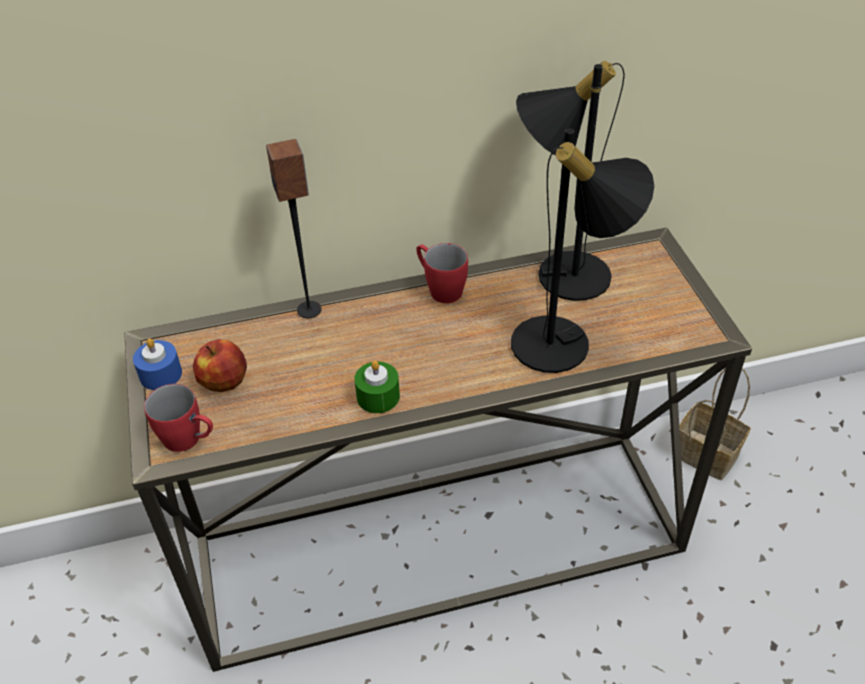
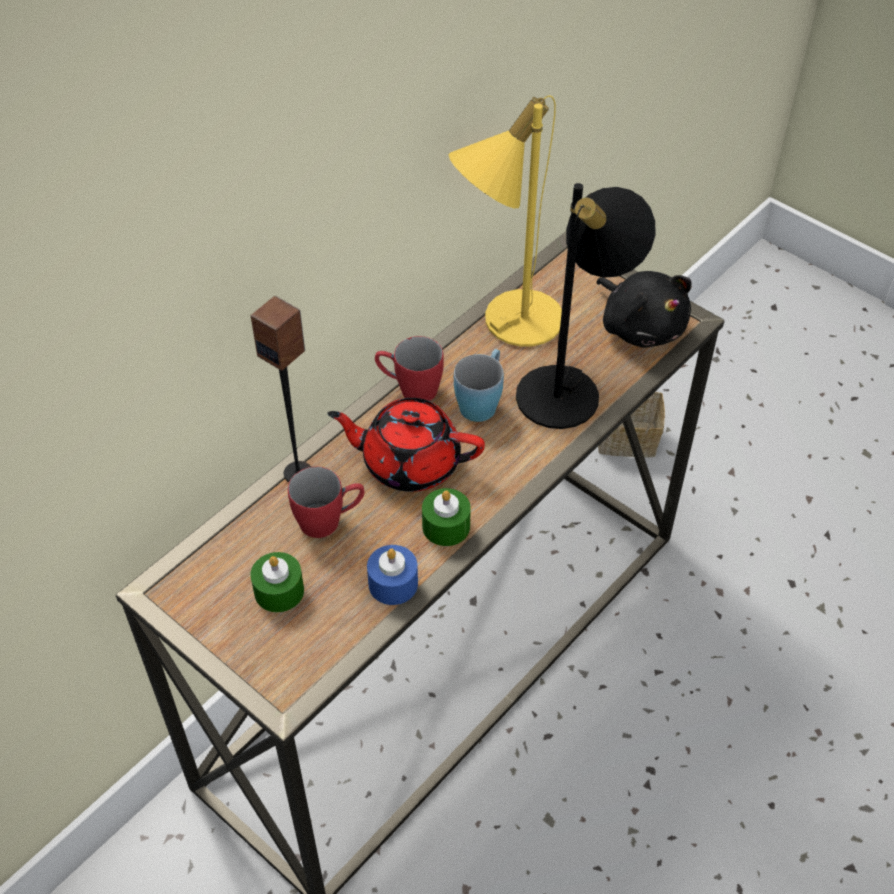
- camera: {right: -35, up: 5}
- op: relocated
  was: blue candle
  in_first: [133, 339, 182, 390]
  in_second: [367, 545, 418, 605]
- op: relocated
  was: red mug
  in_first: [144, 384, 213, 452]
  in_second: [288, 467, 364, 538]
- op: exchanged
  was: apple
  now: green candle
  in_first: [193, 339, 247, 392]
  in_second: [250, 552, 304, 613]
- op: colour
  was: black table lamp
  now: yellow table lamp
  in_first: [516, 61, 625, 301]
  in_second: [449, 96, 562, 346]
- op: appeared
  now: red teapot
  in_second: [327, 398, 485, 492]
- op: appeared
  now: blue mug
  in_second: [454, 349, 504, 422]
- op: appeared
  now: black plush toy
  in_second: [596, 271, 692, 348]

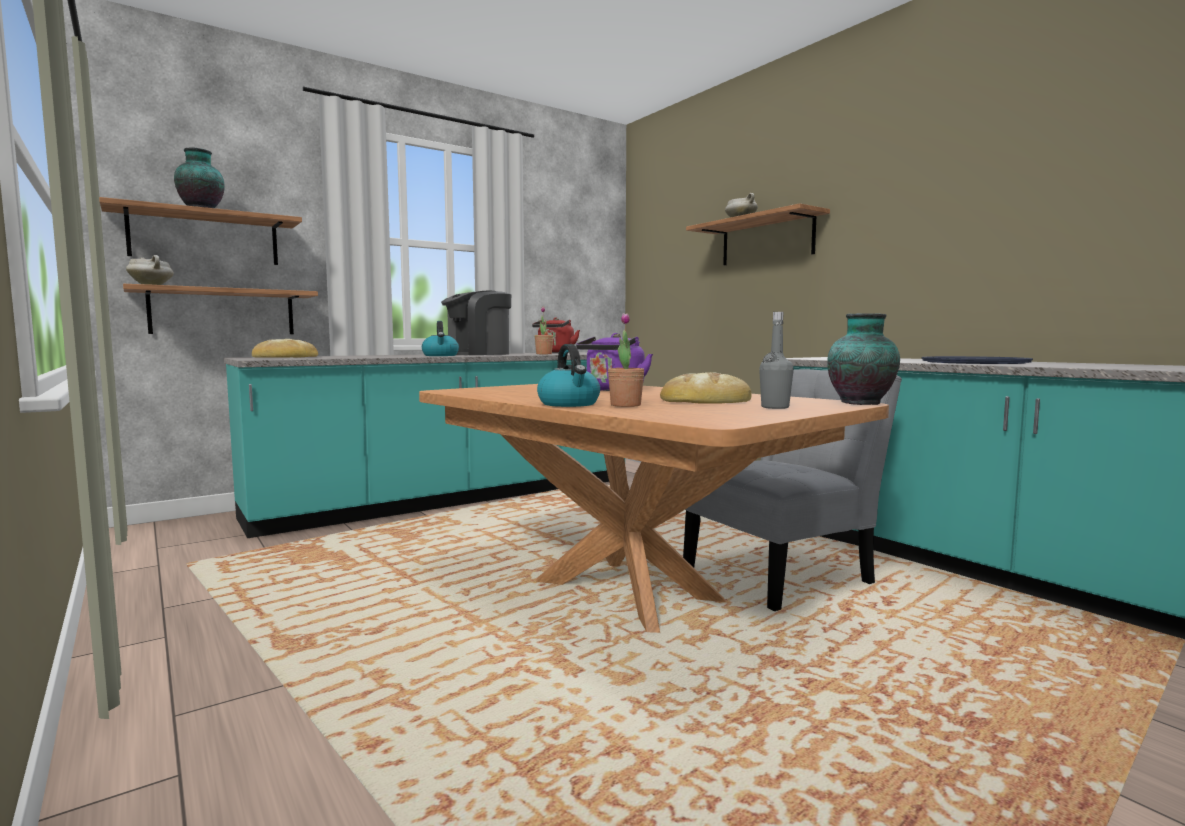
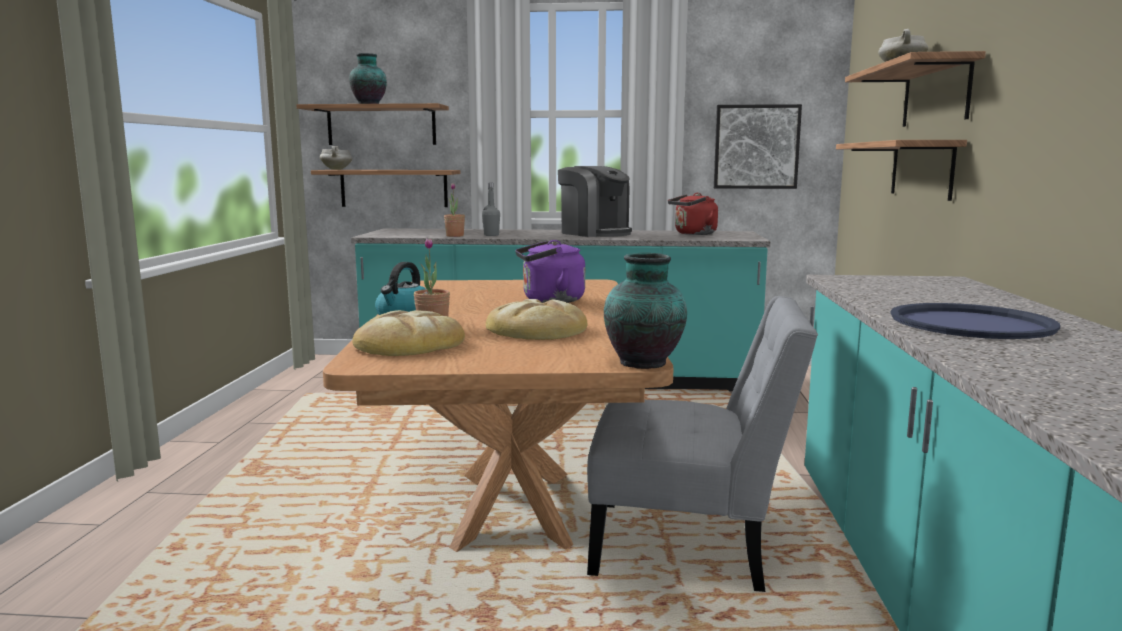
- camera: {right: 40, up: 5}
- op: relocated
  was: bread
  in_first: [252, 339, 318, 358]
  in_second: [352, 310, 465, 356]
- op: missing
  was: kettle
  in_first: [422, 321, 459, 356]
- op: spun
  was: coffee machine
  in_first: [441, 291, 511, 355]
  in_second: [558, 166, 632, 237]
  clockwise: -135
- op: relocated
  was: potted plant
  in_first: [535, 307, 553, 354]
  in_second: [444, 183, 465, 237]
- op: relocated
  was: grey bottle
  in_first: [759, 312, 794, 409]
  in_second: [482, 183, 500, 236]
- op: appeared
  now: picture
  in_second: [714, 104, 802, 189]
- op: appeared
  now: shelf
  in_second: [836, 140, 967, 201]

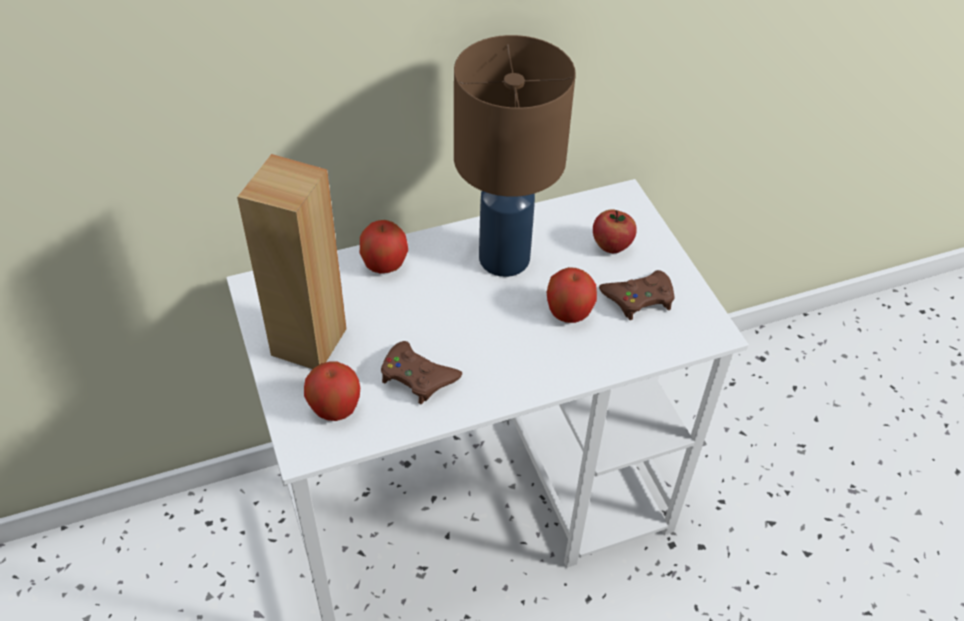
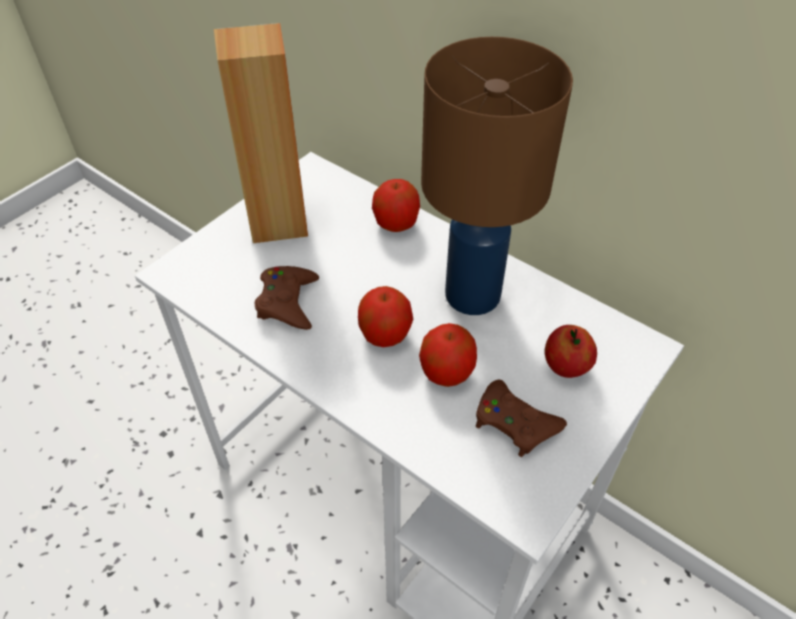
- camera: {right: 60, up: 0}
- op: relocated
  was: apple
  in_first: [304, 362, 360, 421]
  in_second: [358, 286, 414, 347]

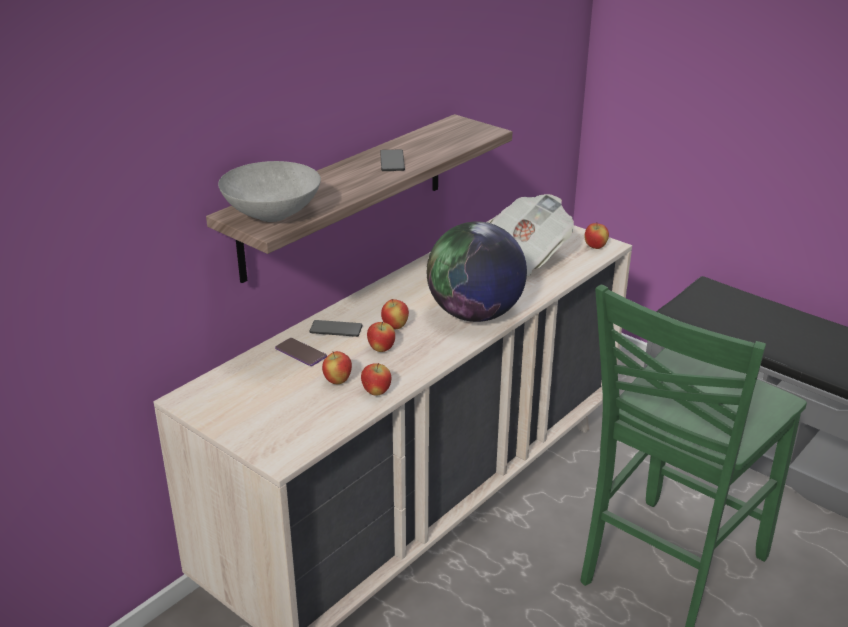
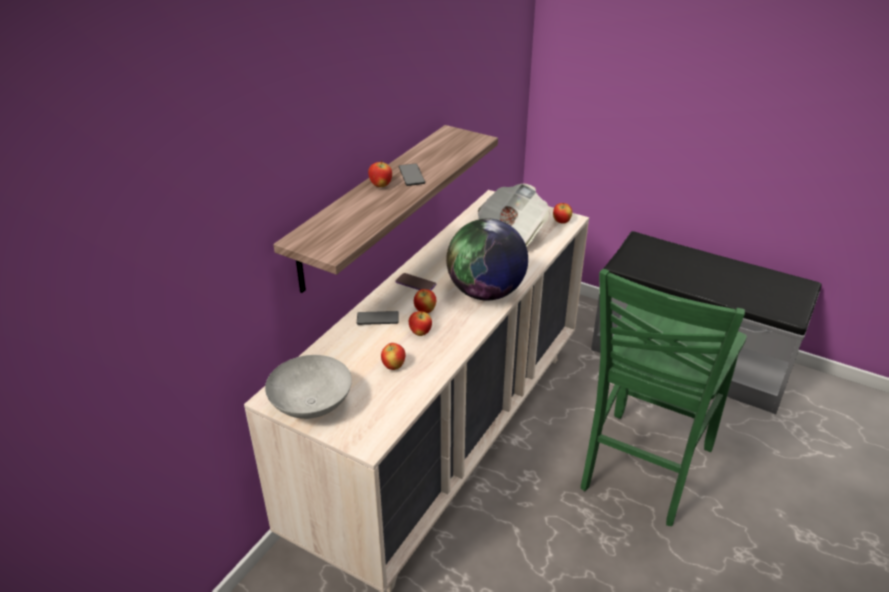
- camera: {right: -10, up: 5}
- op: relocated
  was: grey bowl
  in_first: [218, 161, 321, 222]
  in_second: [265, 355, 352, 419]
- op: relocated
  was: phone
  in_first: [275, 338, 327, 366]
  in_second: [395, 273, 437, 290]
- op: relocated
  was: apple
  in_first: [361, 363, 391, 396]
  in_second: [368, 160, 392, 187]

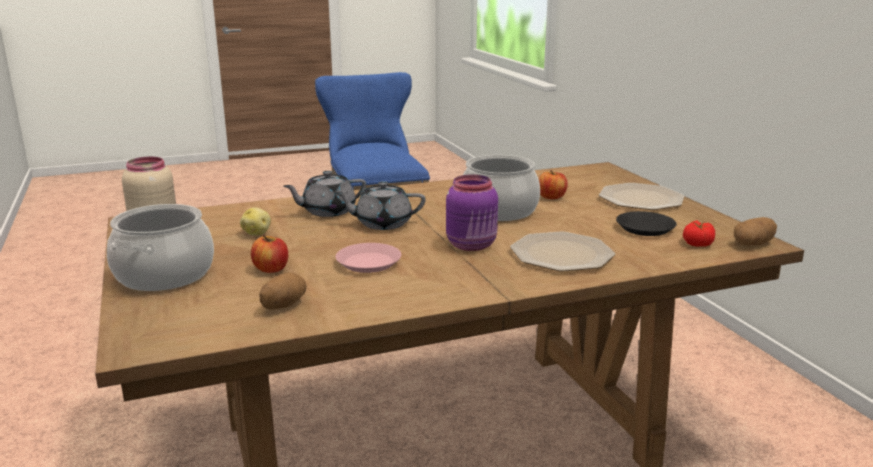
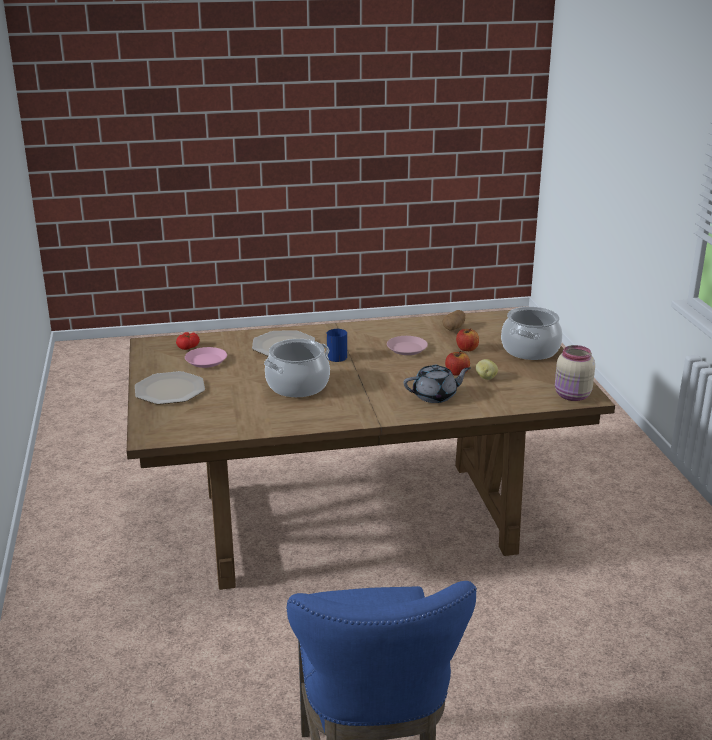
- camera: {right: -170, up: 5}
- op: missing
  was: grey teapot
  in_first: [335, 181, 426, 230]
- op: exchanged
  was: purple jar
  now: blue mug
  in_first: [446, 175, 498, 251]
  in_second: [327, 329, 347, 362]
- op: relocated
  was: apple
  in_first: [539, 170, 568, 199]
  in_second: [445, 351, 470, 376]
- op: colour
  was: black plate
  now: pink plate
  in_first: [616, 211, 677, 236]
  in_second: [185, 347, 227, 368]
- op: missing
  was: potato
  in_first: [734, 217, 777, 245]

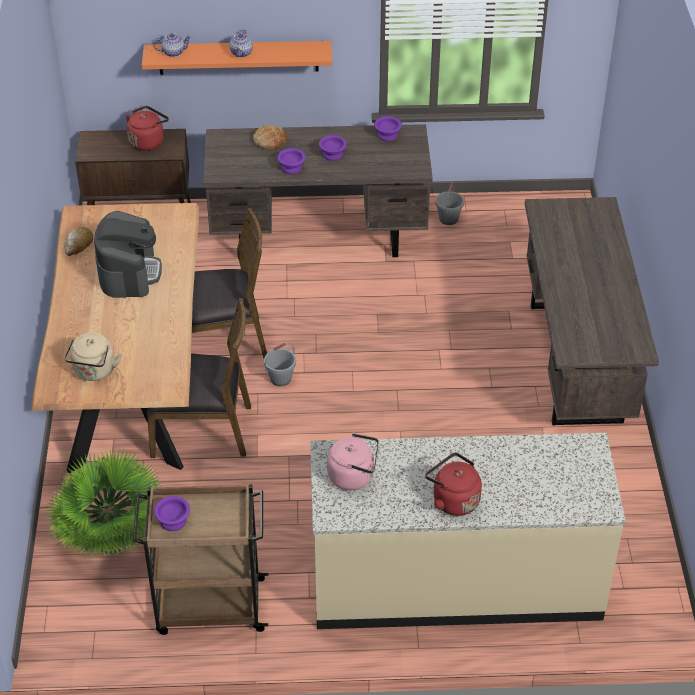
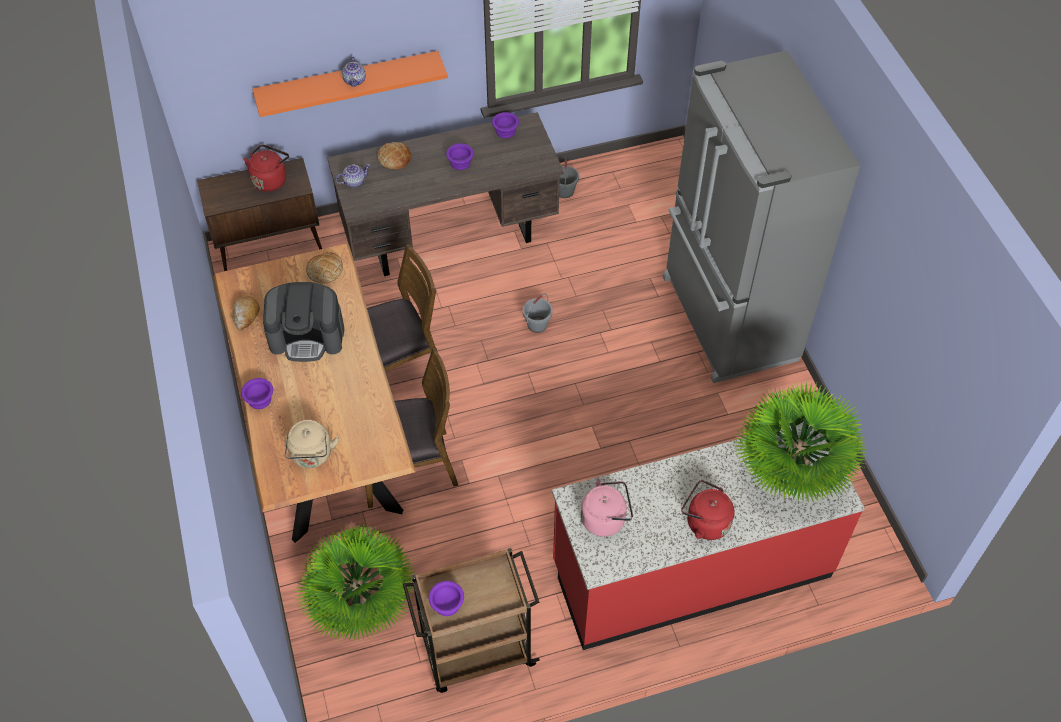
- camera: {right: -15, up: 10}
- op: spun
  was: coffee machine
  in_first: [94, 211, 162, 298]
  in_second: [263, 282, 344, 362]
  clockwise: 105
- op: relocated
  was: teapot
  in_first: [154, 33, 191, 57]
  in_second: [336, 164, 370, 187]
- op: relocated
  was: grey bucket
  in_first: [264, 343, 296, 386]
  in_second: [523, 294, 552, 333]
- op: relocated
  was: purple bowl
  in_first: [277, 148, 306, 174]
  in_second: [241, 378, 273, 409]
- op: colour
  was: beige counter
  now: red counter
  in_first: [310, 433, 626, 629]
  in_second: [552, 422, 865, 650]
- op: exchanged
  was: brown desk
  now: grey fridge
  in_first: [525, 197, 659, 425]
  in_second: [662, 50, 860, 383]
- op: appeared
  now: bread
  in_second: [306, 252, 343, 284]
- op: appeared
  now: potted plant
  in_second: [733, 381, 866, 503]

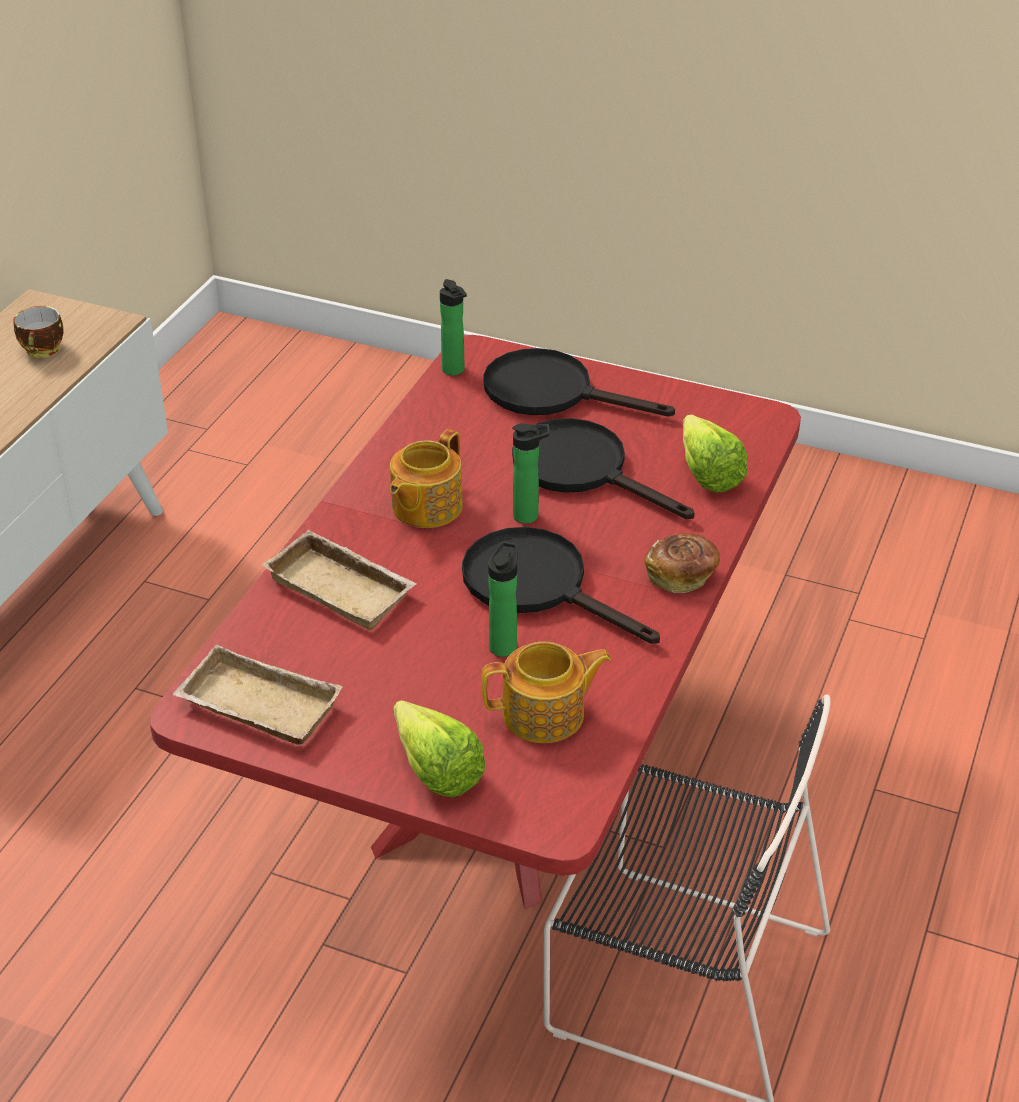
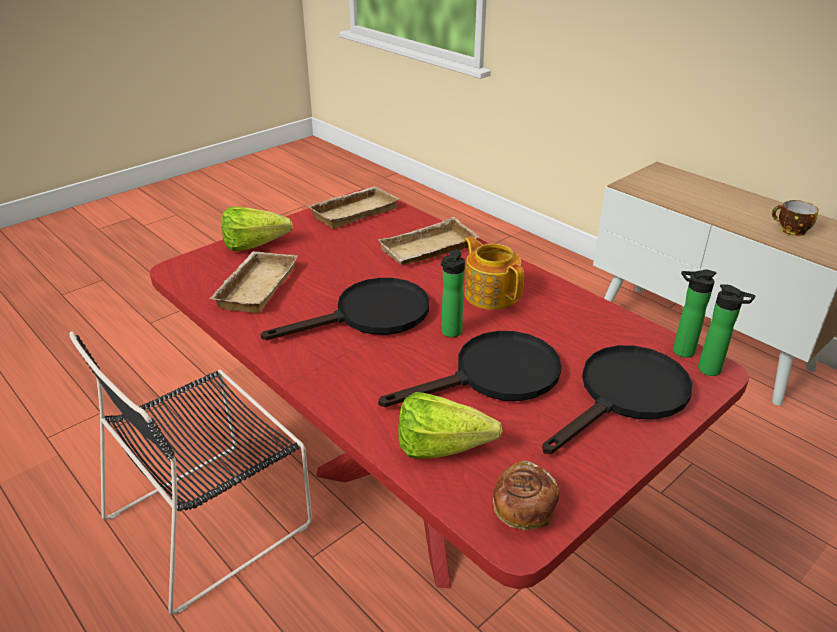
- camera: {right: 115, up: -5}
- op: exchanged
  was: teapot
  now: beige tray
  in_first: [481, 641, 611, 743]
  in_second: [209, 251, 298, 313]
- op: relocated
  was: bottle
  in_first: [488, 541, 518, 657]
  in_second: [698, 284, 756, 376]
- op: relocated
  was: bread
  in_first: [645, 533, 720, 593]
  in_second: [493, 461, 560, 531]

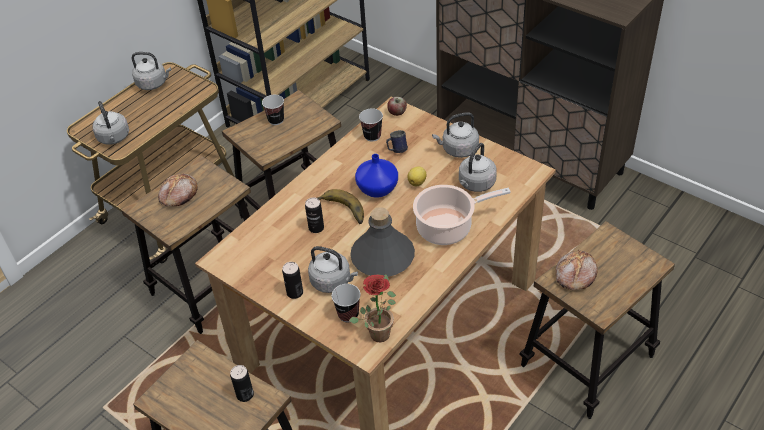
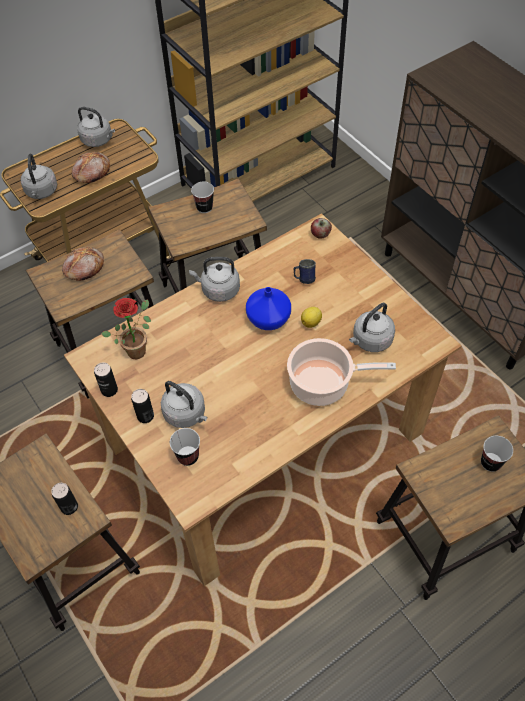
- camera: {right: 15, up: 10}
- op: relocated
  was: can
  in_first: [305, 197, 324, 233]
  in_second: [94, 362, 118, 397]
- op: missing
  was: banana
  in_first: [317, 189, 364, 224]
- op: relocated
  was: potted plant
  in_first: [349, 274, 396, 342]
  in_second: [101, 298, 151, 359]
- op: missing
  was: grey bottle
  in_first: [350, 207, 415, 277]
- op: relocated
  was: cup
  in_first: [359, 108, 383, 141]
  in_second: [481, 436, 513, 472]
- op: relocated
  was: grey kettle
  in_first: [432, 112, 479, 158]
  in_second: [189, 257, 240, 302]
- op: relocated
  was: bread
  in_first: [556, 250, 598, 290]
  in_second: [72, 152, 110, 183]

